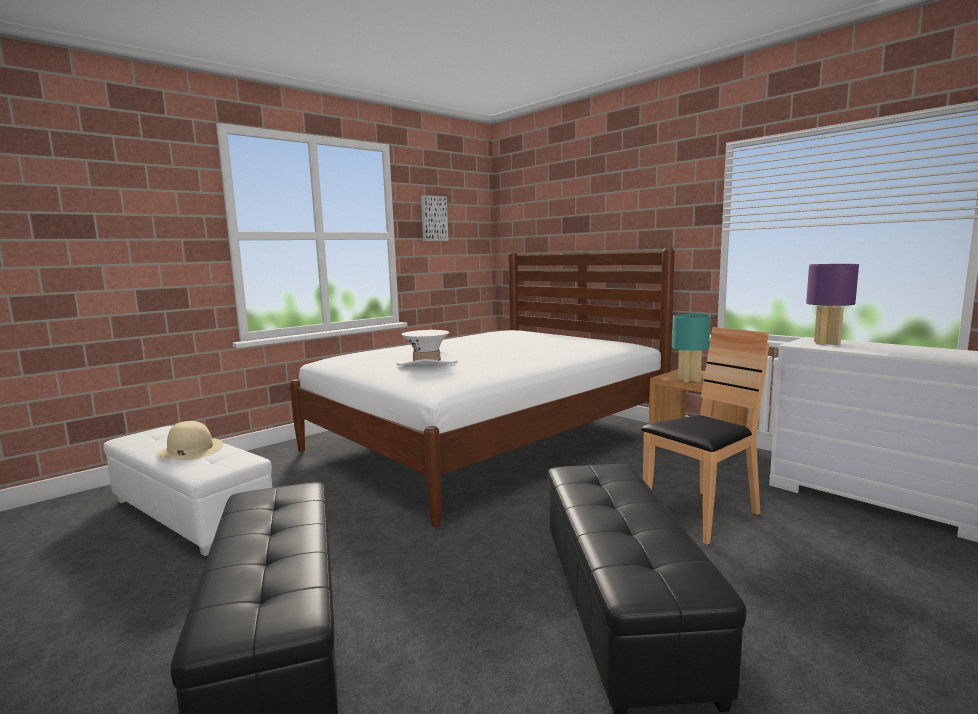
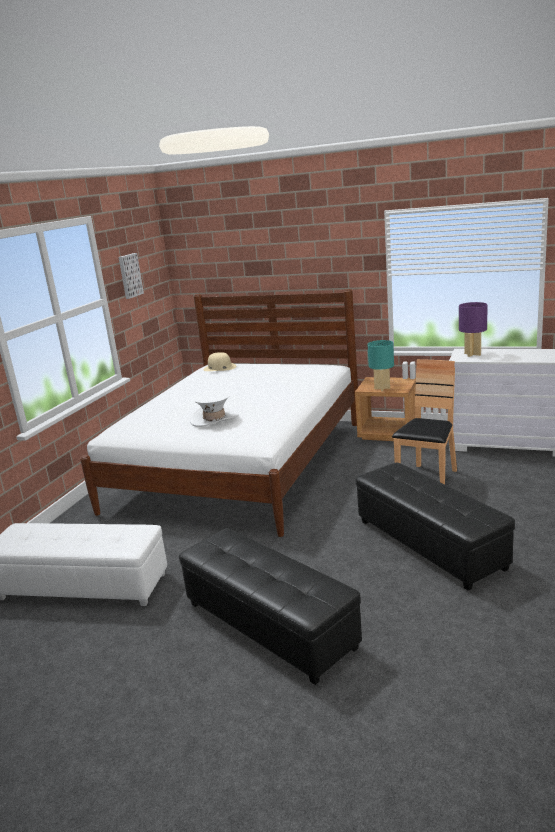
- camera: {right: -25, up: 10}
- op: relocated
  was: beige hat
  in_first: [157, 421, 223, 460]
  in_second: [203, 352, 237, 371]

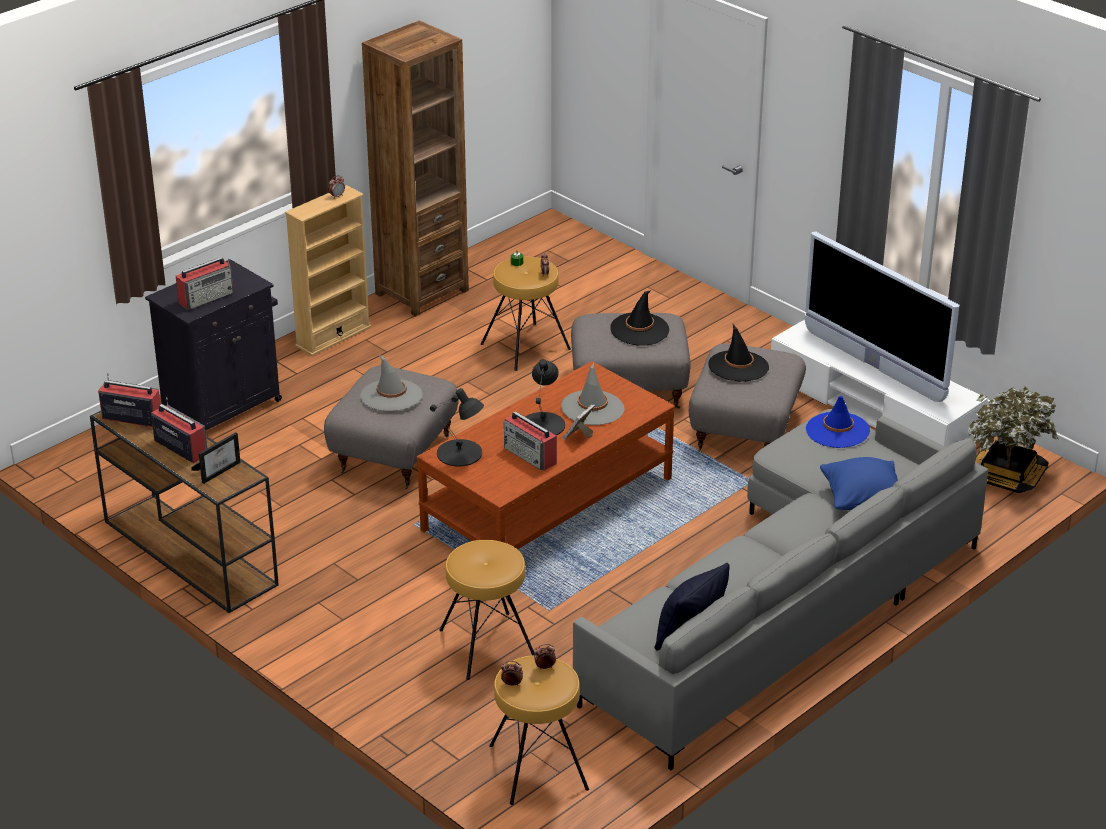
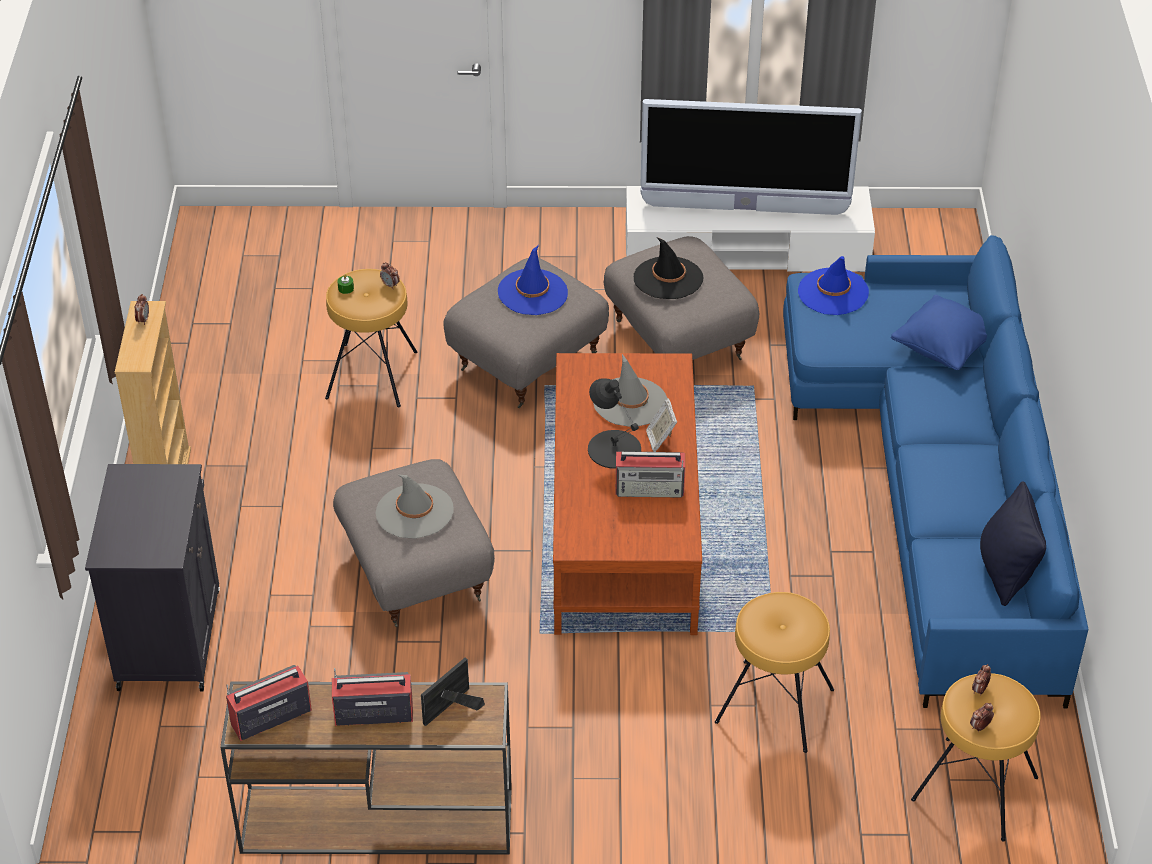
- camera: {right: -45, up: 10}
- op: missing
  was: radio
  in_first: [176, 257, 233, 310]
- op: spun
  was: picture frame
  in_first: [191, 432, 241, 484]
  in_second: [421, 658, 485, 726]
  clockwise: -135
- op: missing
  was: brown bookcase
  in_first: [362, 20, 469, 317]
- op: missing
  was: black table lamp
  in_first: [430, 388, 484, 467]
- op: colour
  was: grey sofa
  now: blue sofa
  in_first: [573, 409, 988, 770]
  in_second: [783, 235, 1089, 709]
- op: colour
  was: black hat
  now: blue hat
  in_first: [610, 290, 669, 346]
  in_second: [498, 245, 568, 315]
- op: missing
  was: potted plant
  in_first: [968, 387, 1058, 493]

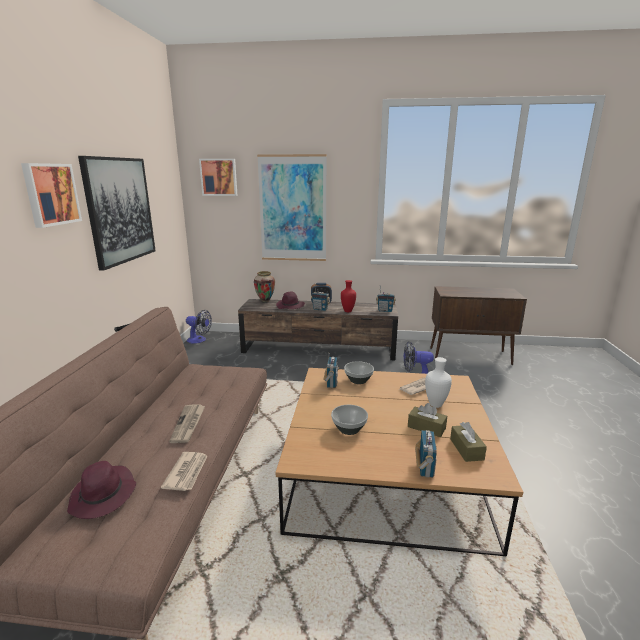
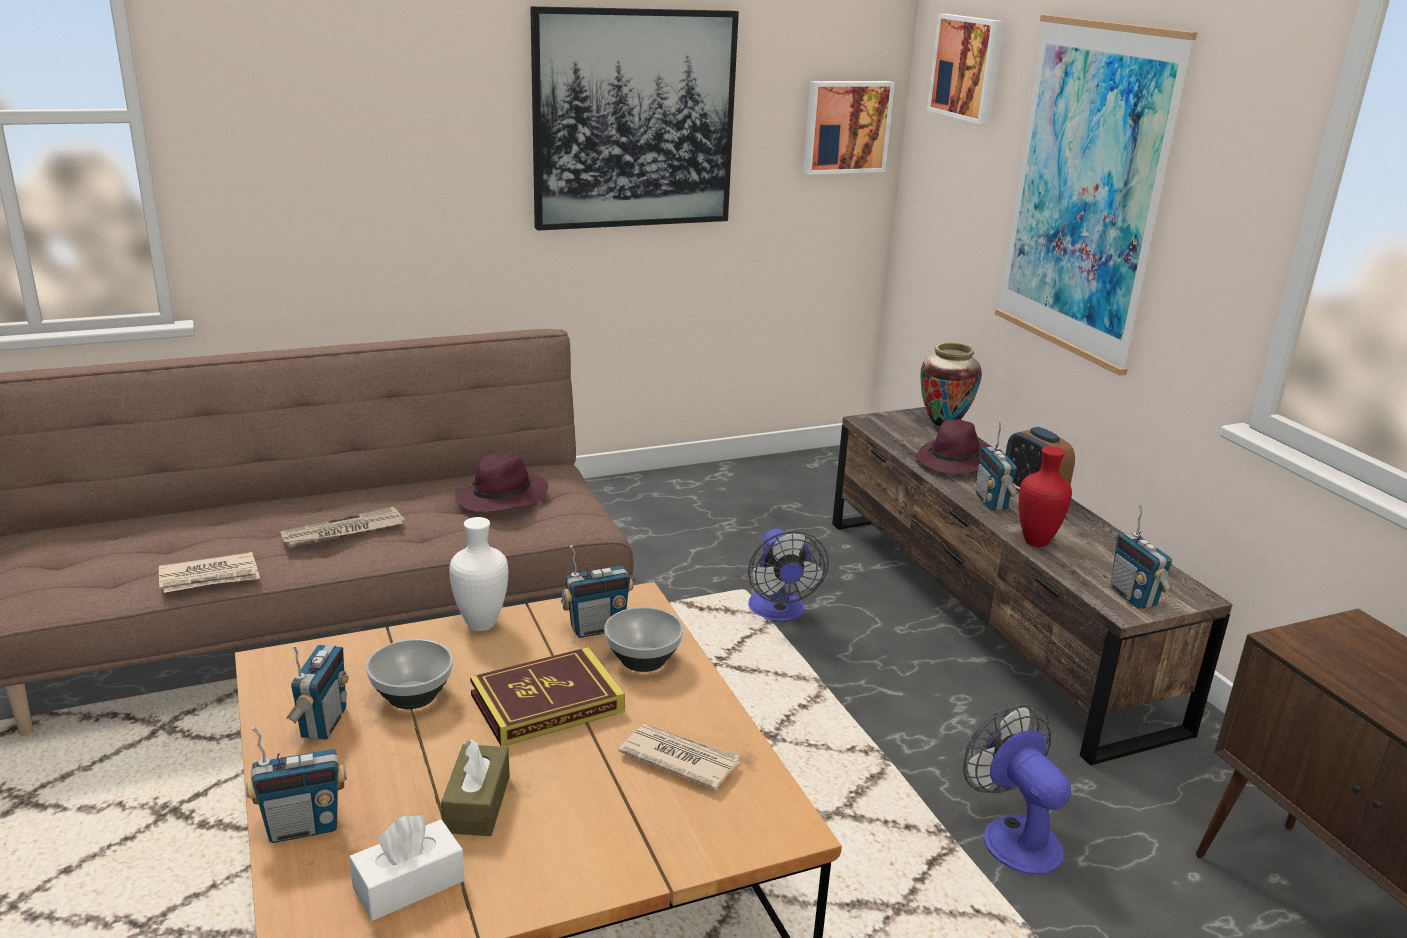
- camera: {right: 60, up: 5}
- op: relocated
  was: picture
  in_first: [21, 163, 82, 228]
  in_second: [803, 81, 895, 175]
- op: relocated
  was: purple hat
  in_first: [67, 461, 136, 519]
  in_second: [455, 453, 548, 512]
- op: relocated
  was: fan
  in_first: [186, 310, 212, 344]
  in_second: [748, 529, 829, 622]
- op: relocated
  was: white vase
  in_first: [425, 357, 452, 408]
  in_second: [449, 517, 508, 631]
- op: colour
  was: brown tissue box
  now: white tissue box
  in_first: [450, 422, 487, 462]
  in_second: [349, 815, 464, 921]
- op: appeared
  now: radio
  in_second: [286, 644, 349, 740]
- op: appeared
  now: book
  in_second: [470, 647, 625, 747]

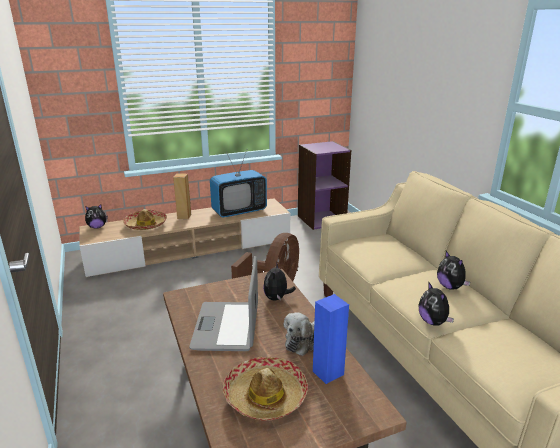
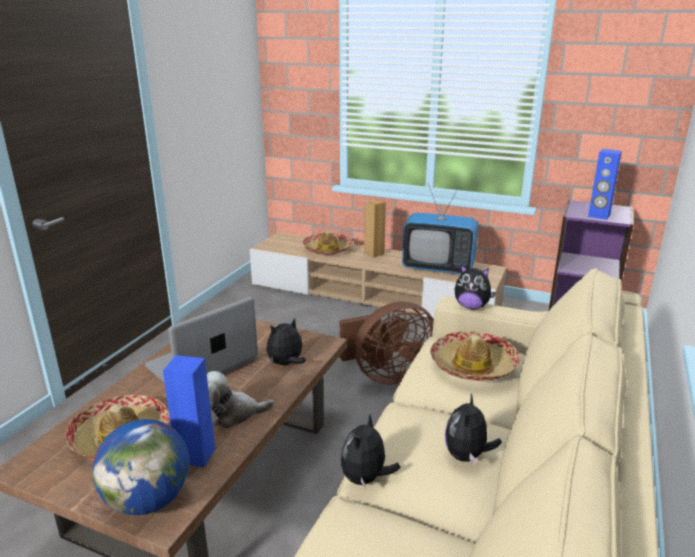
- camera: {right: 45, up: 0}
- op: relocated
  was: plush toy
  in_first: [85, 204, 108, 229]
  in_second: [455, 264, 496, 309]
- op: appeared
  now: globe
  in_second: [93, 419, 190, 515]
- op: appeared
  now: hat
  in_second: [430, 331, 520, 381]
- op: appeared
  now: blue speaker
  in_second: [588, 149, 622, 220]

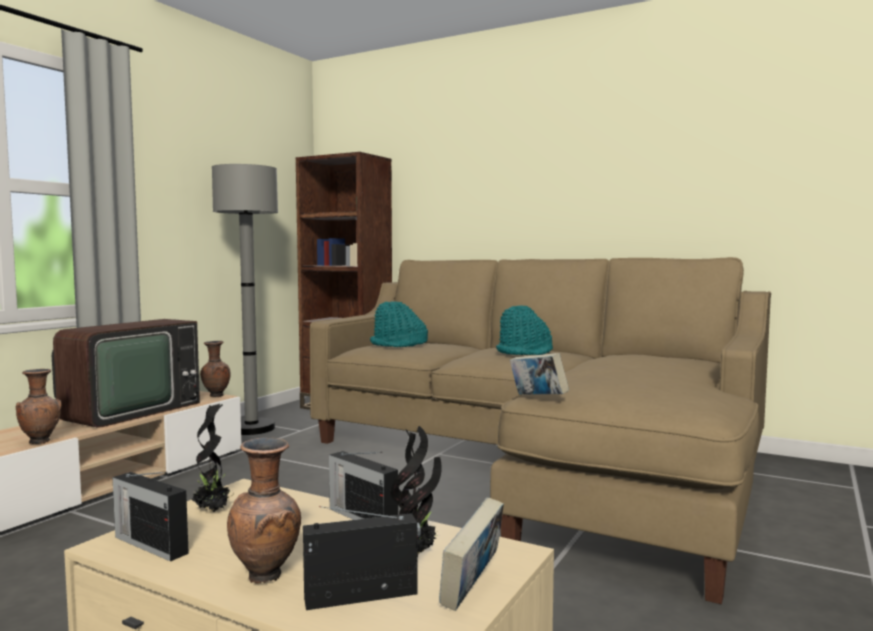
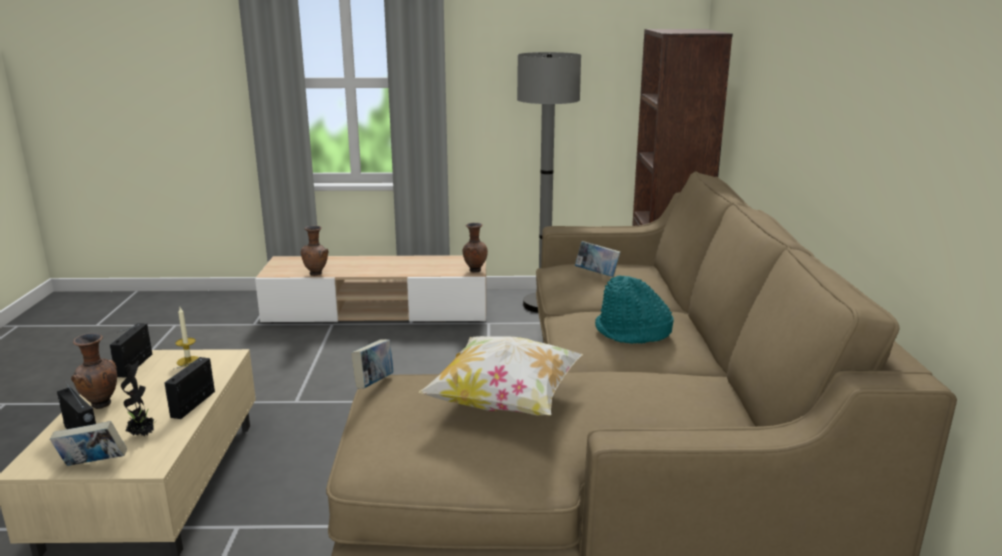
- camera: {right: 60, up: 15}
- op: missing
  was: television
  in_first: [52, 319, 200, 428]
- op: exchanged
  was: potted plant
  now: candle
  in_first: [191, 404, 234, 512]
  in_second: [175, 307, 199, 366]
- op: exchanged
  was: turquoise hat
  now: book
  in_first: [370, 301, 428, 347]
  in_second: [575, 241, 621, 277]
- op: appeared
  now: pillow
  in_second: [419, 336, 583, 416]

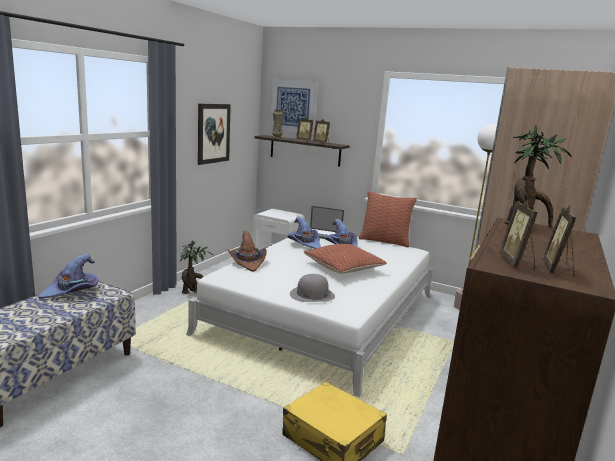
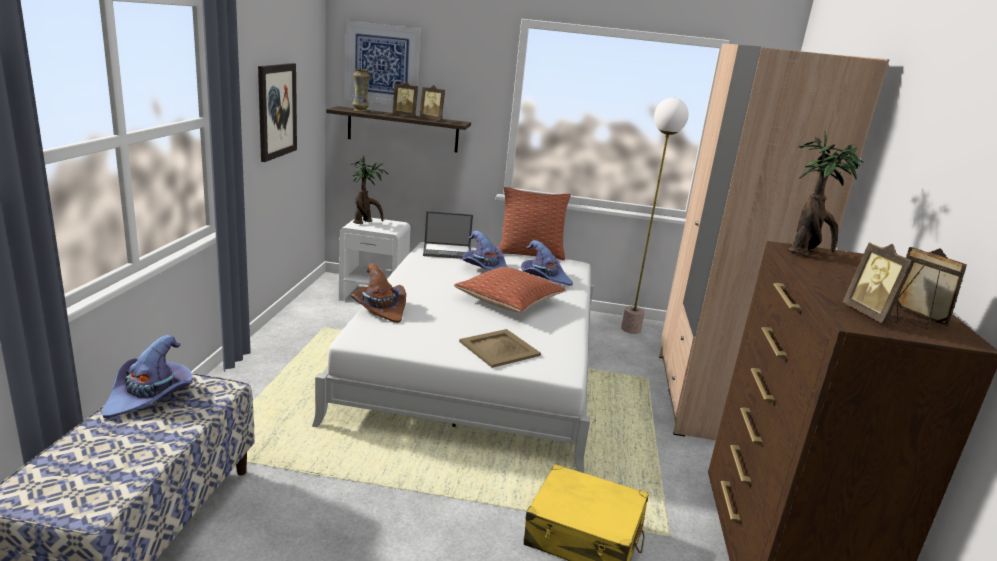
- camera: {right: -20, up: 5}
- op: relocated
  was: potted plant
  in_first: [180, 240, 214, 294]
  in_second: [350, 155, 389, 224]
- op: relocated
  was: purple hat
  in_first: [287, 217, 321, 249]
  in_second: [521, 240, 573, 286]
- op: exchanged
  was: grey hat
  now: beige tray
  in_first: [290, 274, 335, 302]
  in_second: [459, 329, 541, 368]
- op: spun
  was: picture frame
  in_first: [542, 206, 576, 277]
  in_second: [890, 247, 967, 329]
  clockwise: 150

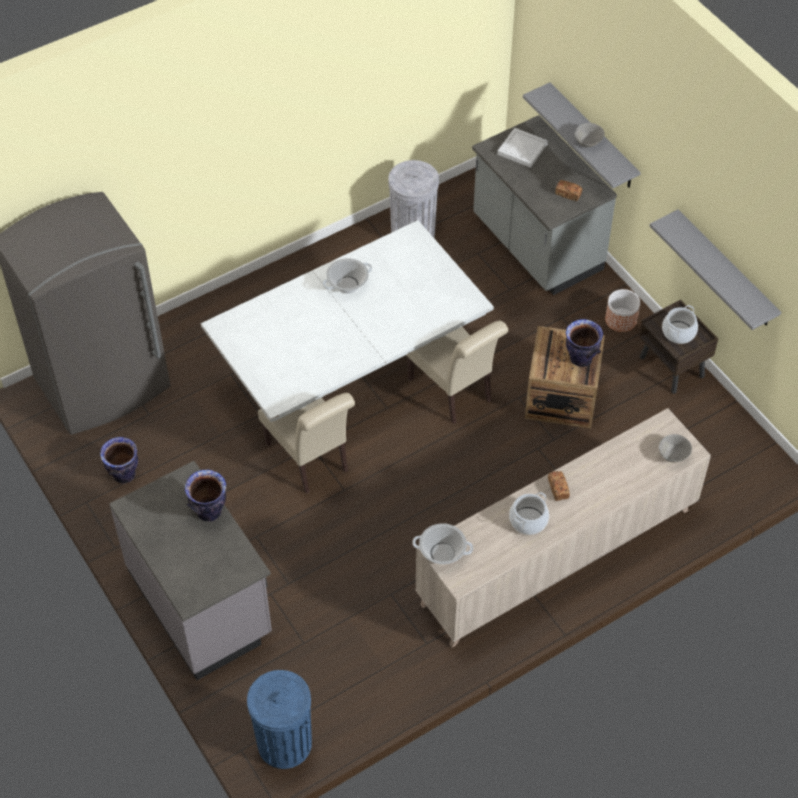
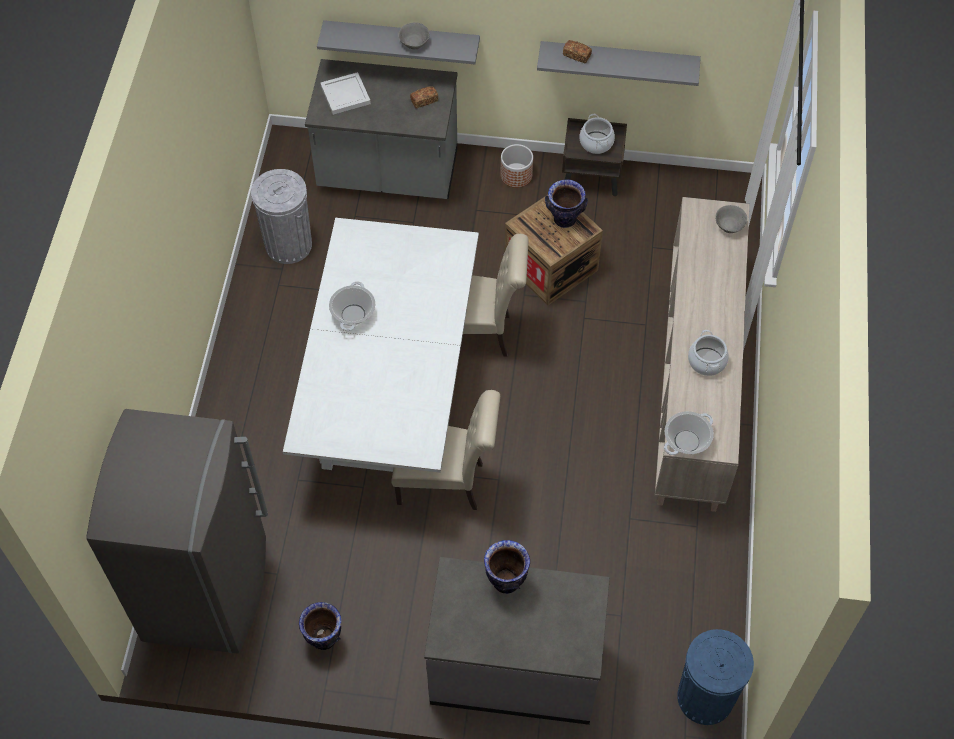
- camera: {right: -50, up: 5}
- op: relocated
  was: bread
  in_first: [548, 471, 570, 501]
  in_second: [563, 40, 592, 63]

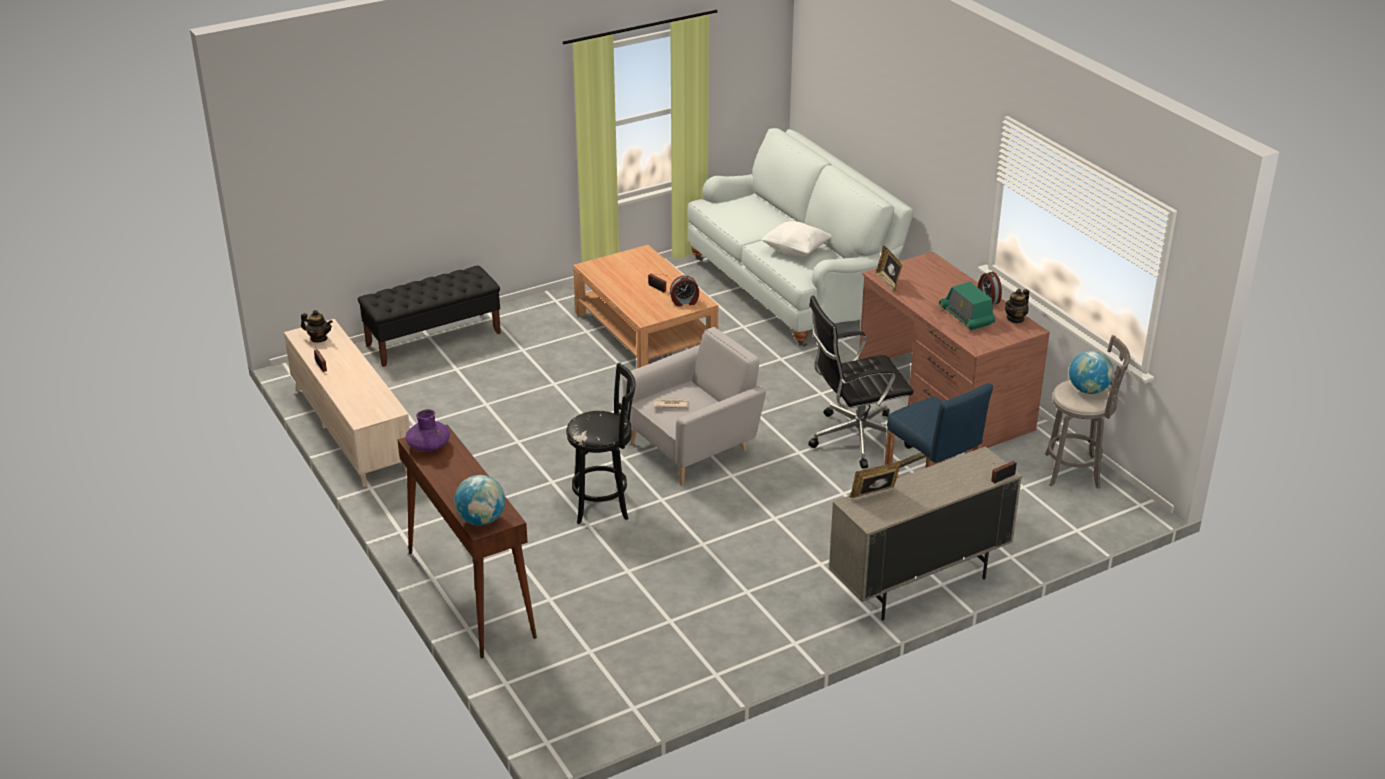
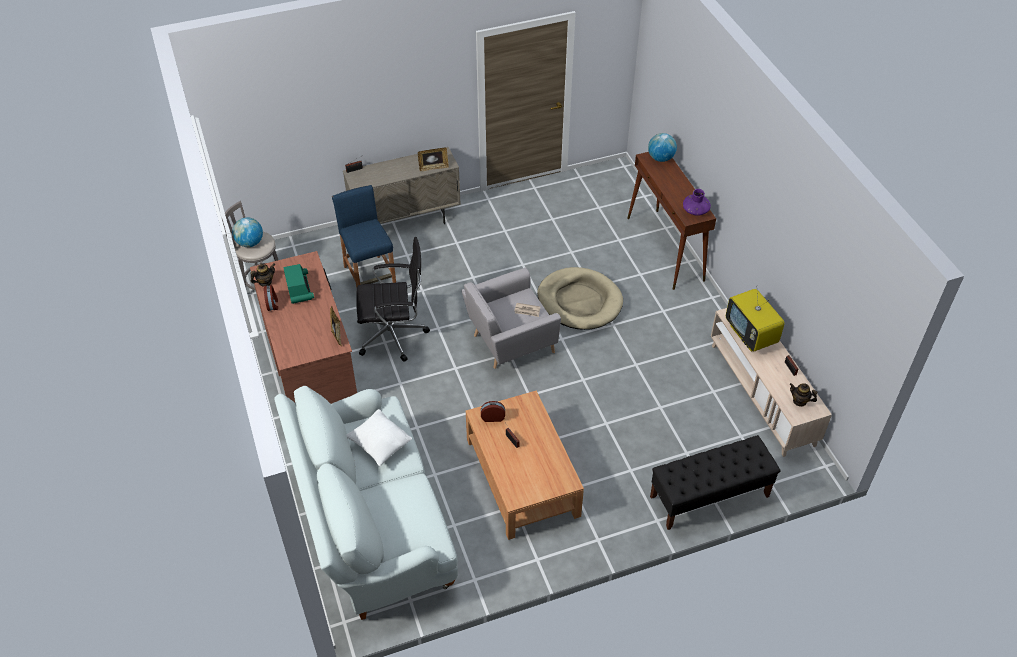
- camera: {right: -170, up: 15}
- op: exchanged
  was: black stool
  now: beige dog bed
  in_first: [566, 363, 636, 524]
  in_second: [537, 267, 623, 330]
- op: appeared
  now: television
  in_second: [726, 289, 785, 351]

